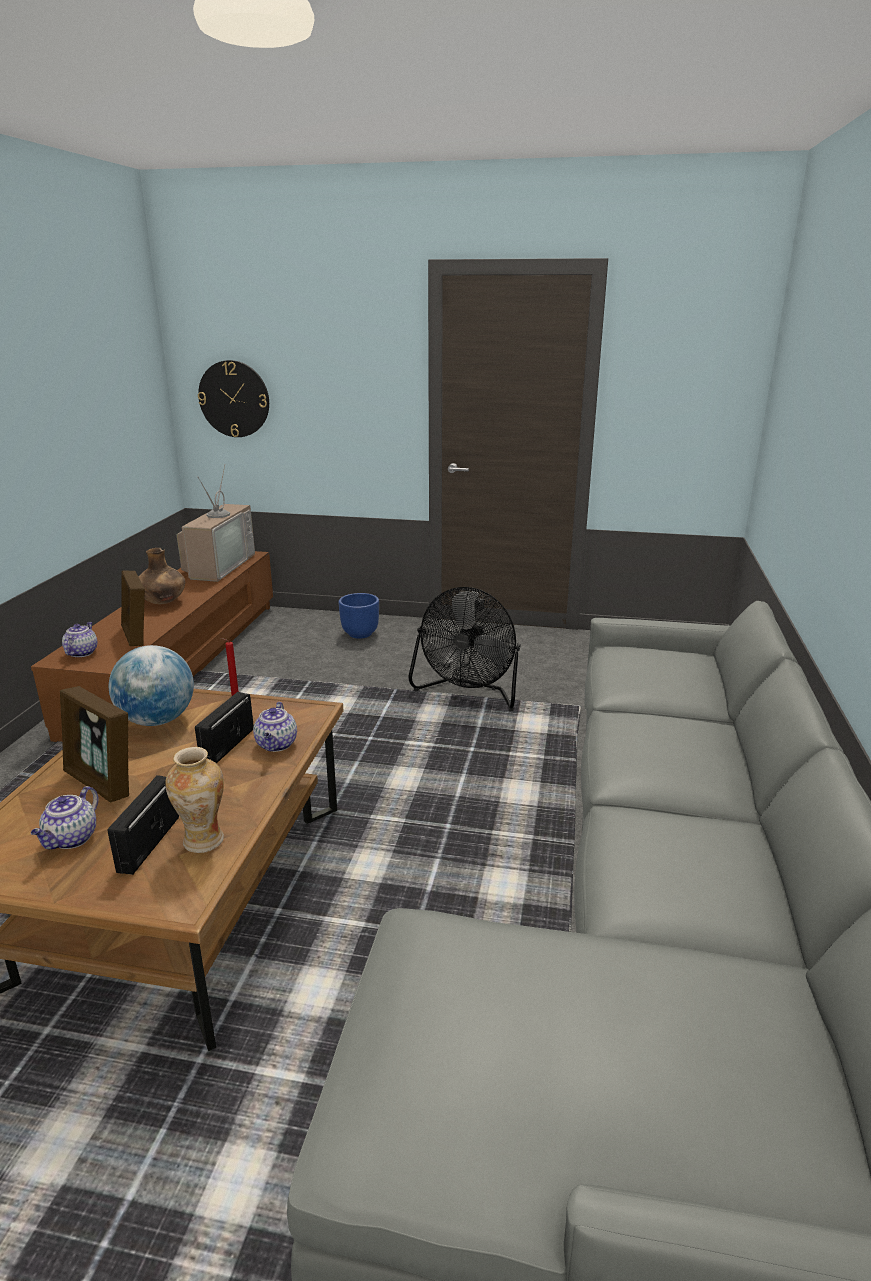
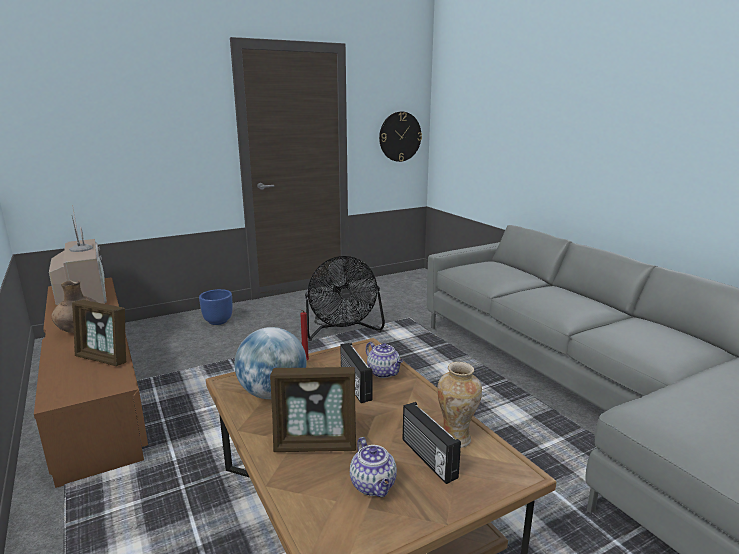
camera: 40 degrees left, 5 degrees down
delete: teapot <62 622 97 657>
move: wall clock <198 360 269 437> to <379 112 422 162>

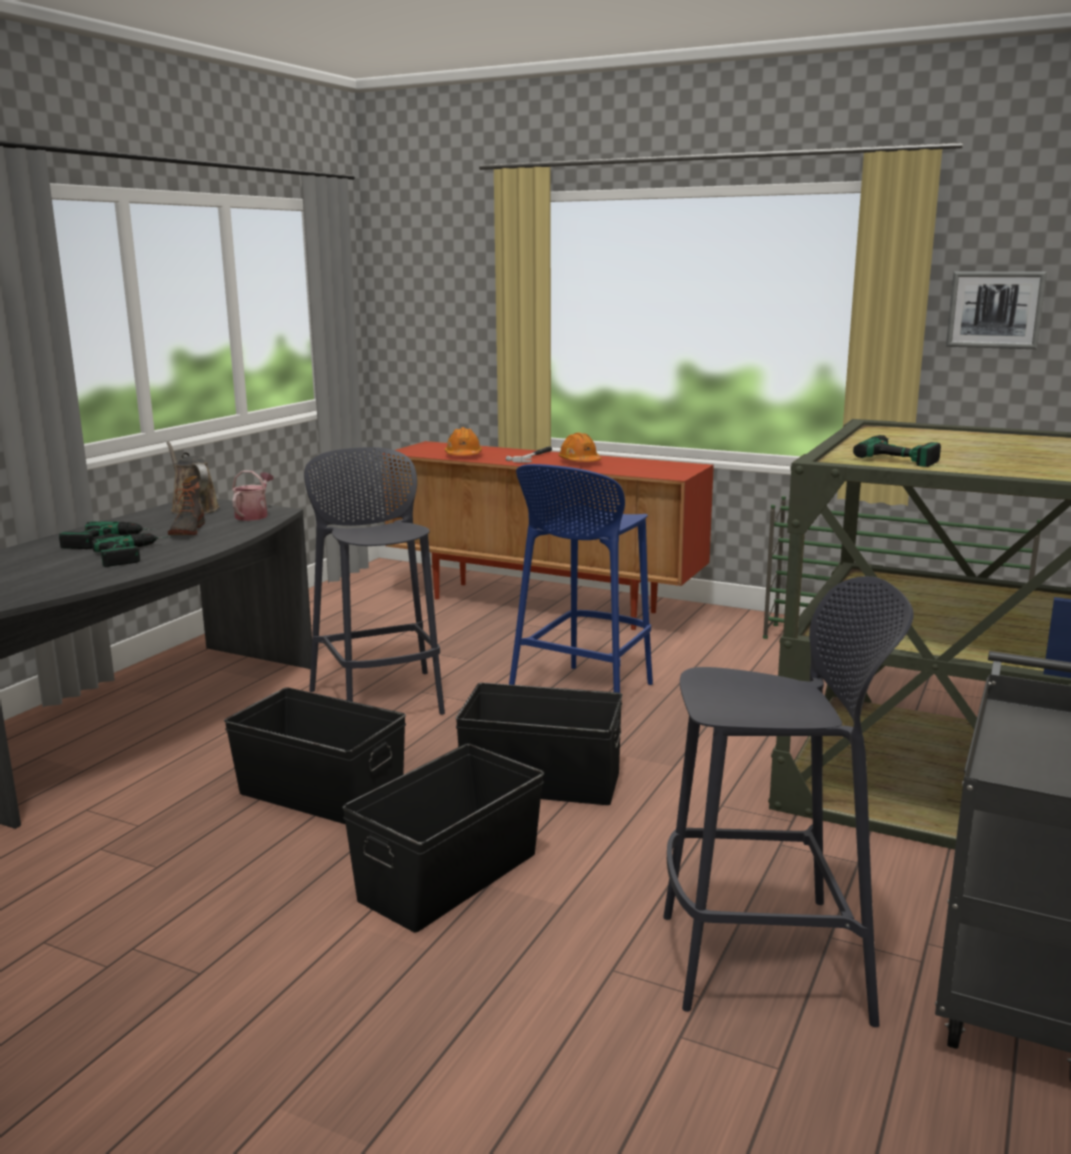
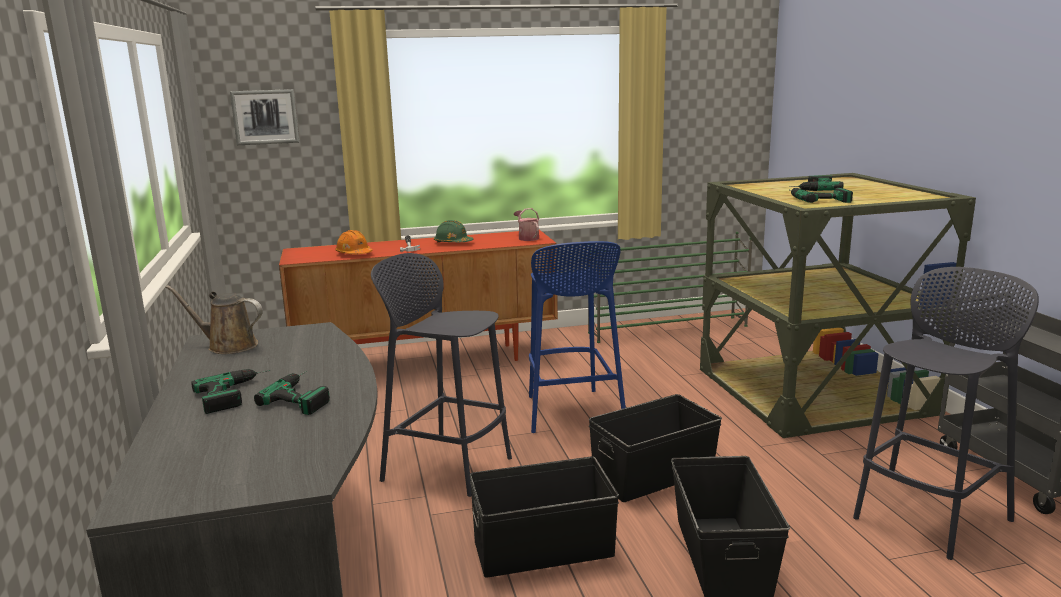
camera: 40 degrees left, 0 degrees up
delete: boot <168 476 205 535>
insert: power drill <789 175 844 191>
move: picture <946 272 1047 349> to <230 89 299 145>; watering can <232 470 274 521> to <514 208 539 241>
recolor: orange hard hat <558 433 601 462> to green hard hat <434 220 473 243>

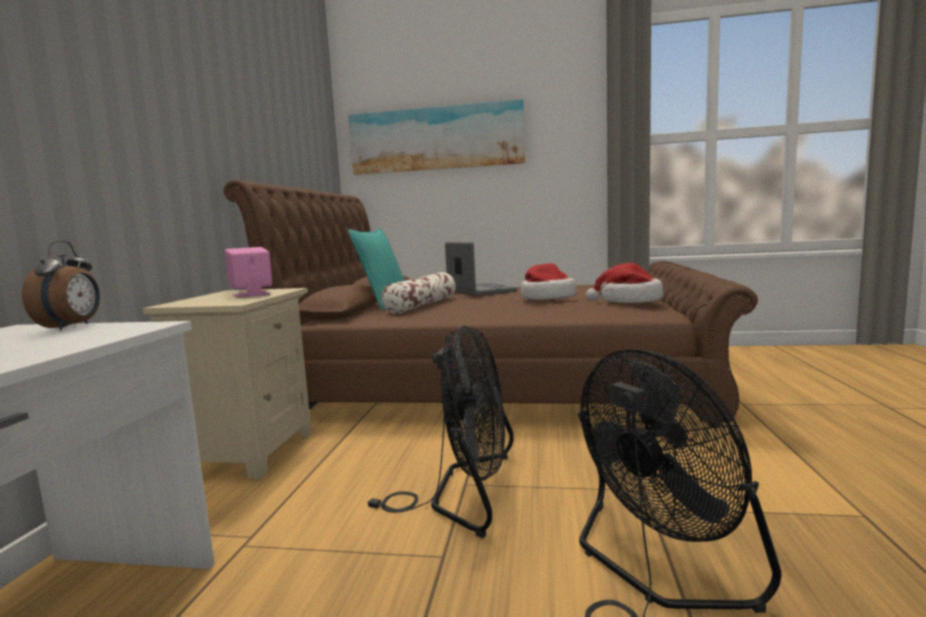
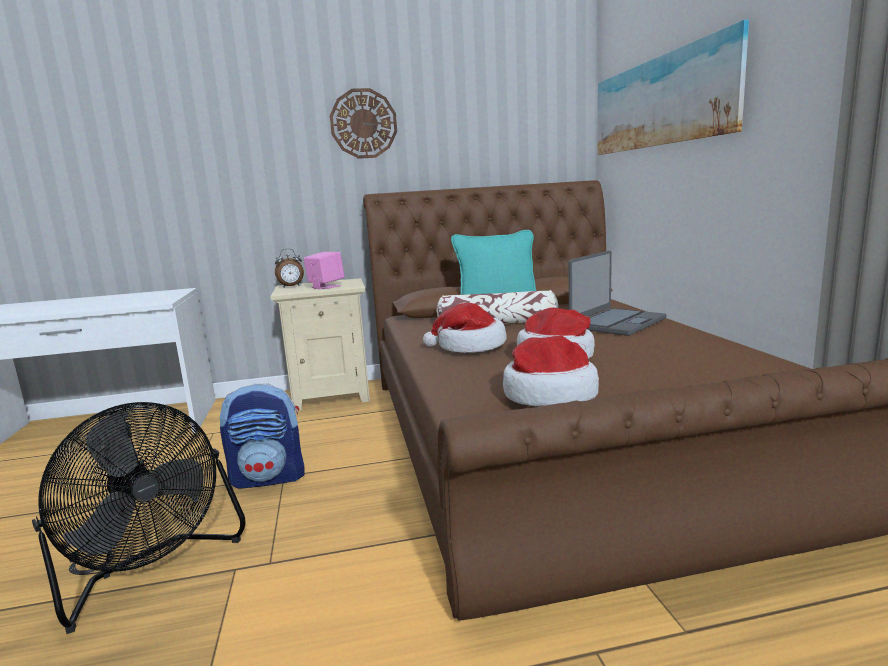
camera: 70 degrees right, 5 degrees up
insert: wall clock <330 88 397 159>; hat <423 303 507 353>
move: alarm clock <22 240 100 330> to <275 249 304 288>
replace: black fan <368 326 514 539> to backpack <220 383 305 489>

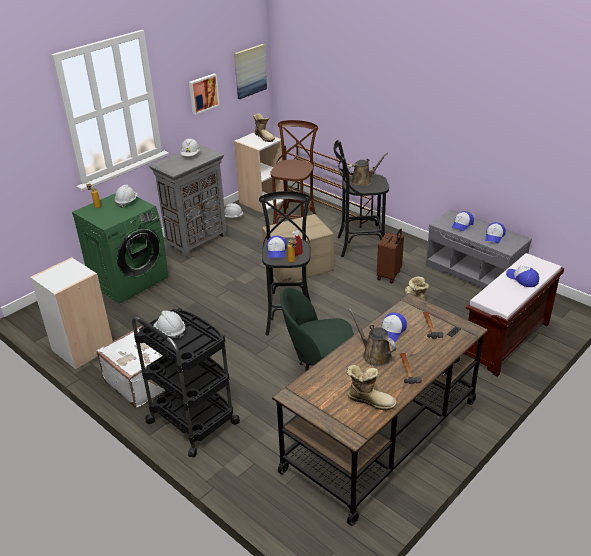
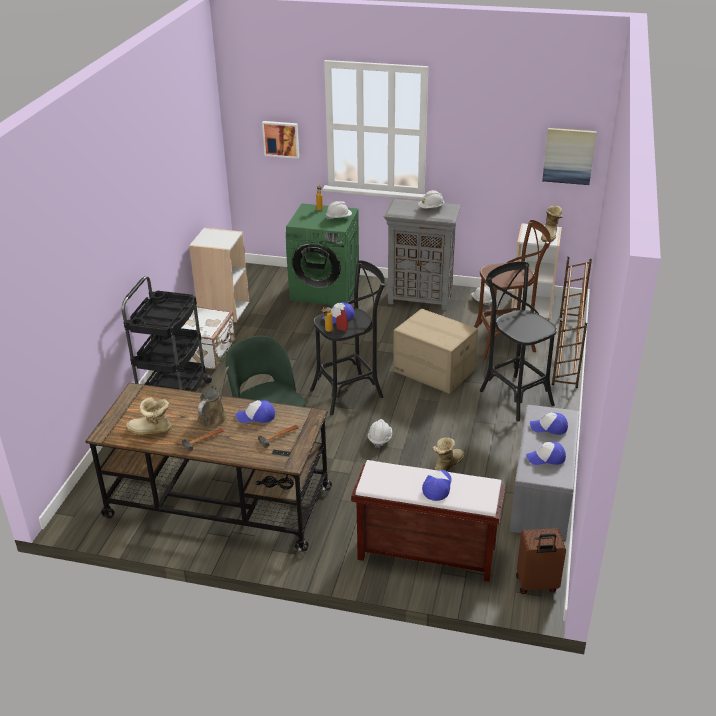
camera: 60 degrees right, 0 degrees up
delete: brown watering can <348 153 388 186>
move: picture <189 74 220 115> to <262 121 299 159>; white hard hat <153 311 185 339> to <368 419 392 448>; brown suitcase <377 229 404 283> to <516 528 566 594>
rotate: boot <347 365 397 410> = <126 397 172 435> 105 degrees clockwise

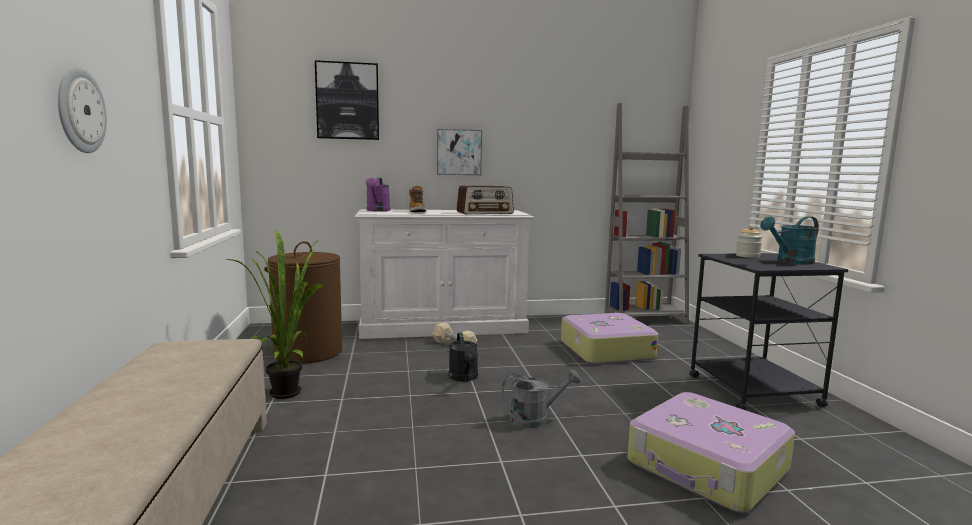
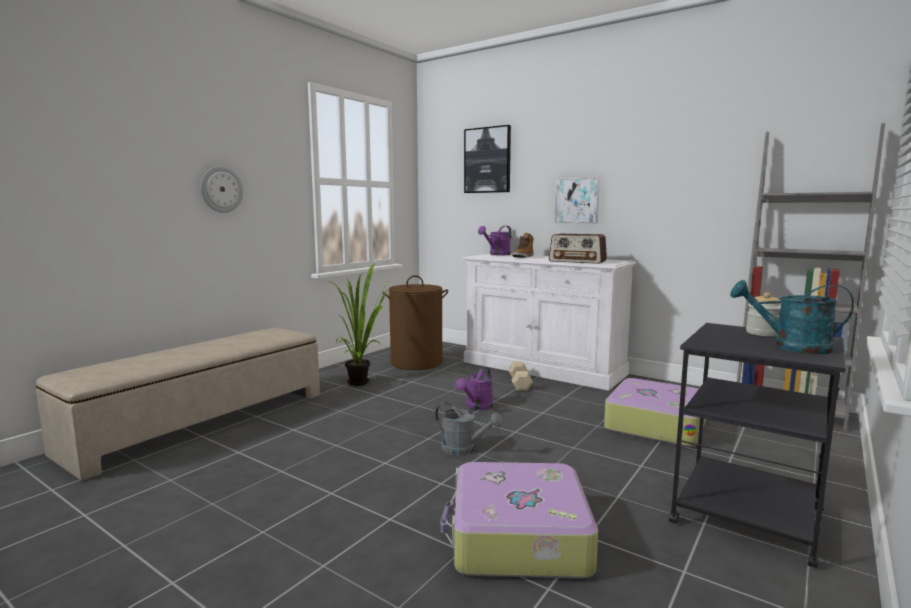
camera: 45 degrees right, 0 degrees up
recolor: black watering can <449 332 478 382> to purple watering can <455 366 493 410>

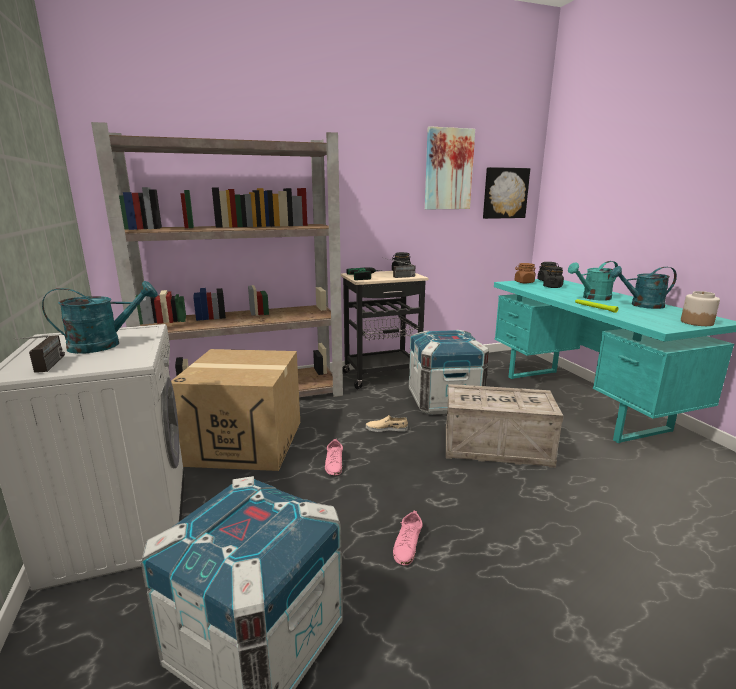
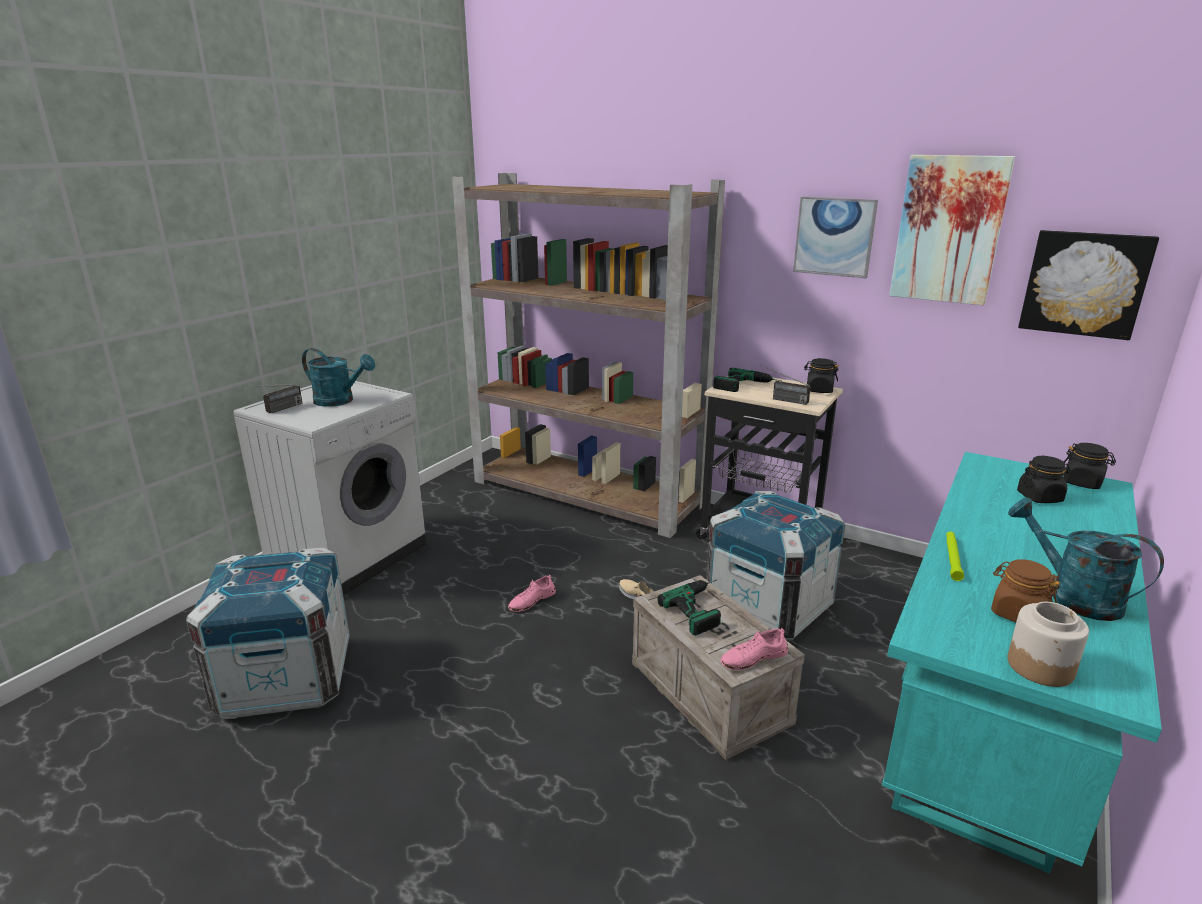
camera: 50 degrees right, 5 degrees up
delete: cardboard box <171 349 300 471>; turquoise watering can <568 261 618 301>
insert: power drill <658 580 721 636>; picture <793 197 878 278>
move: pink shoe <393 510 423 565> to <721 628 788 670>; brown jar <515 263 536 283> to <991 559 1060 622>

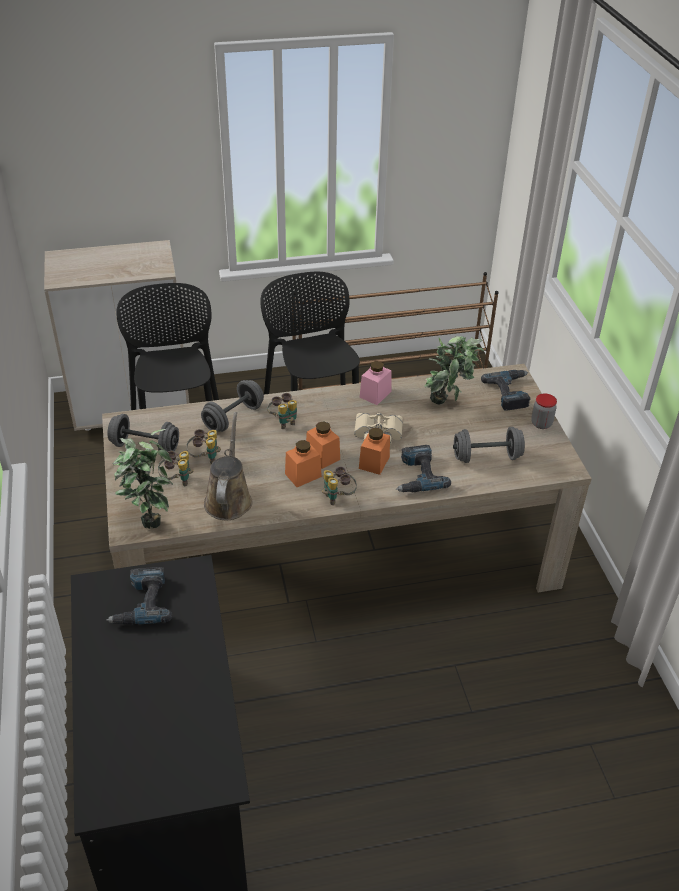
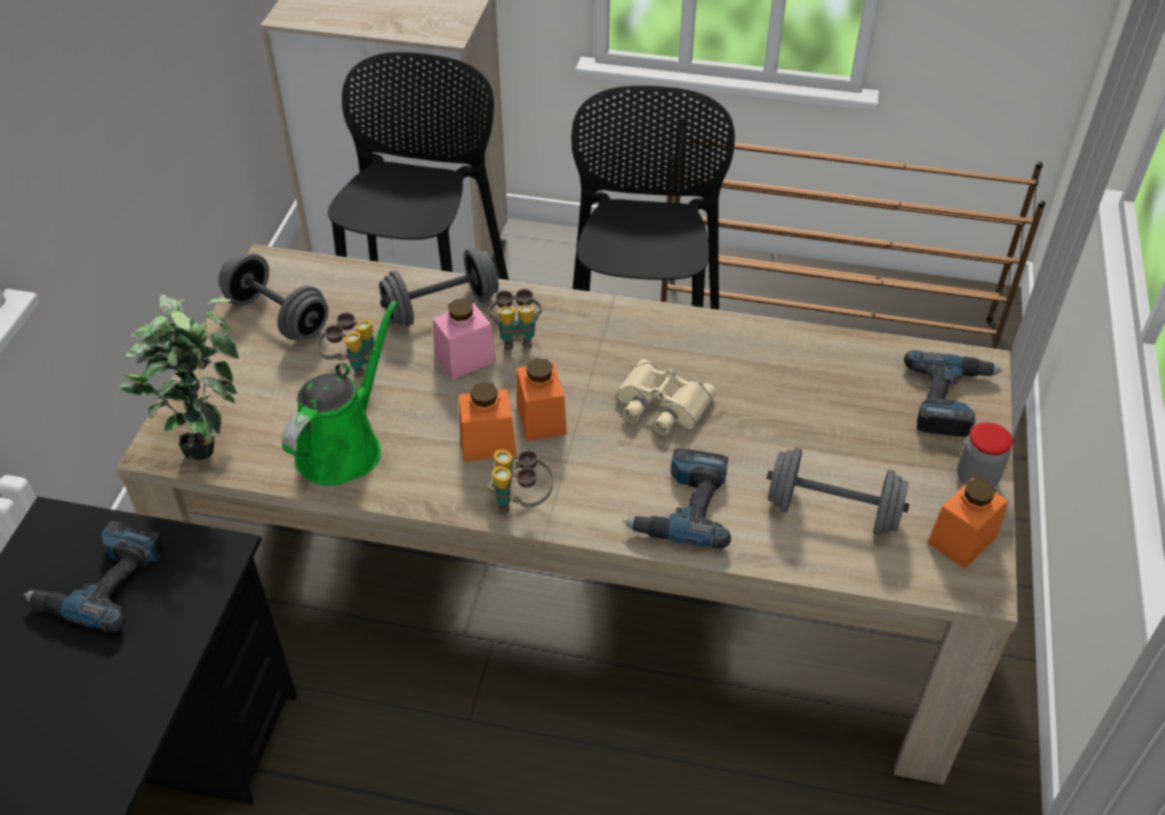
camera: 25 degrees right, 5 degrees up
delete: binoculars <158 451 193 486>; potted plant <424 336 484 405>
move: pink jar <360 361 392 405> to <433 299 496 380>; orange jar <359 428 390 475> to <927 478 1008 569>
recolor: brown watering can <204 412 253 520> to green watering can <282 301 397 486>

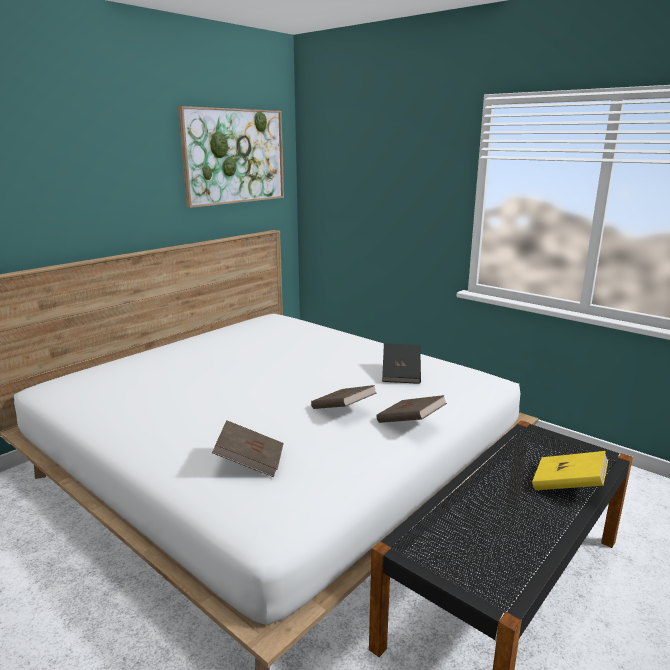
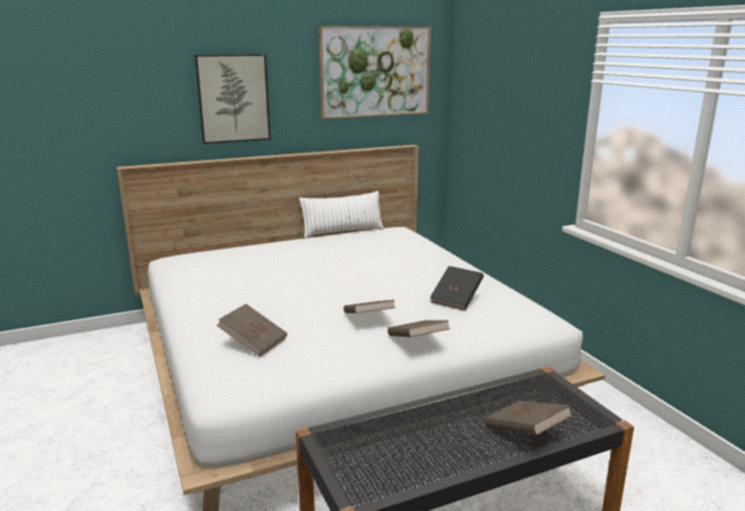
camera: 25 degrees right, 0 degrees up
insert: picture <195 54 270 144>; white pillow <299 191 384 238>
recolor: yellow book <532 451 608 490> to brown book <485 401 573 435>

